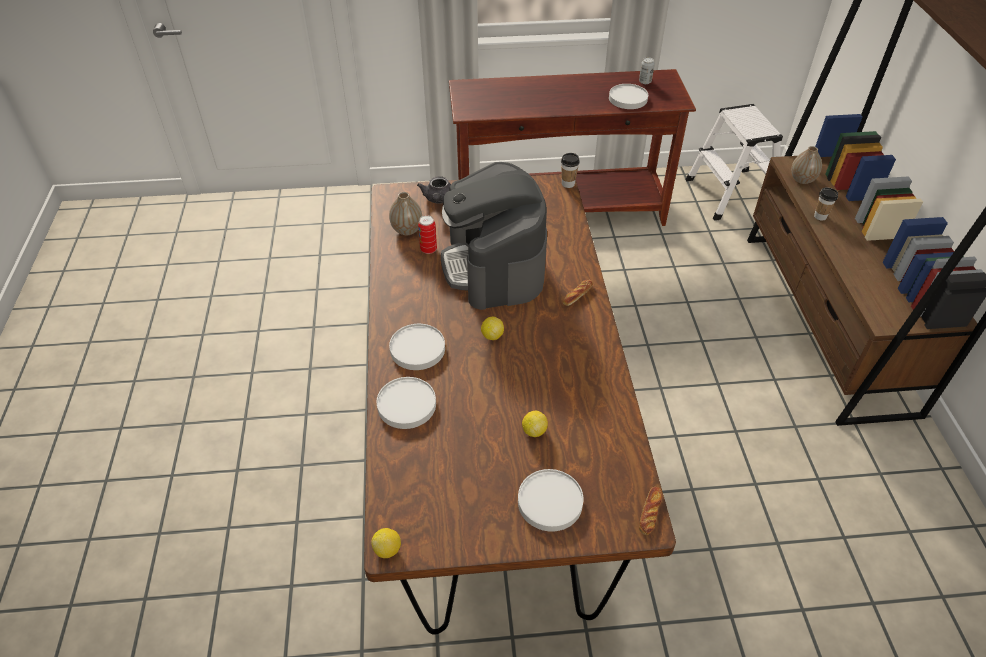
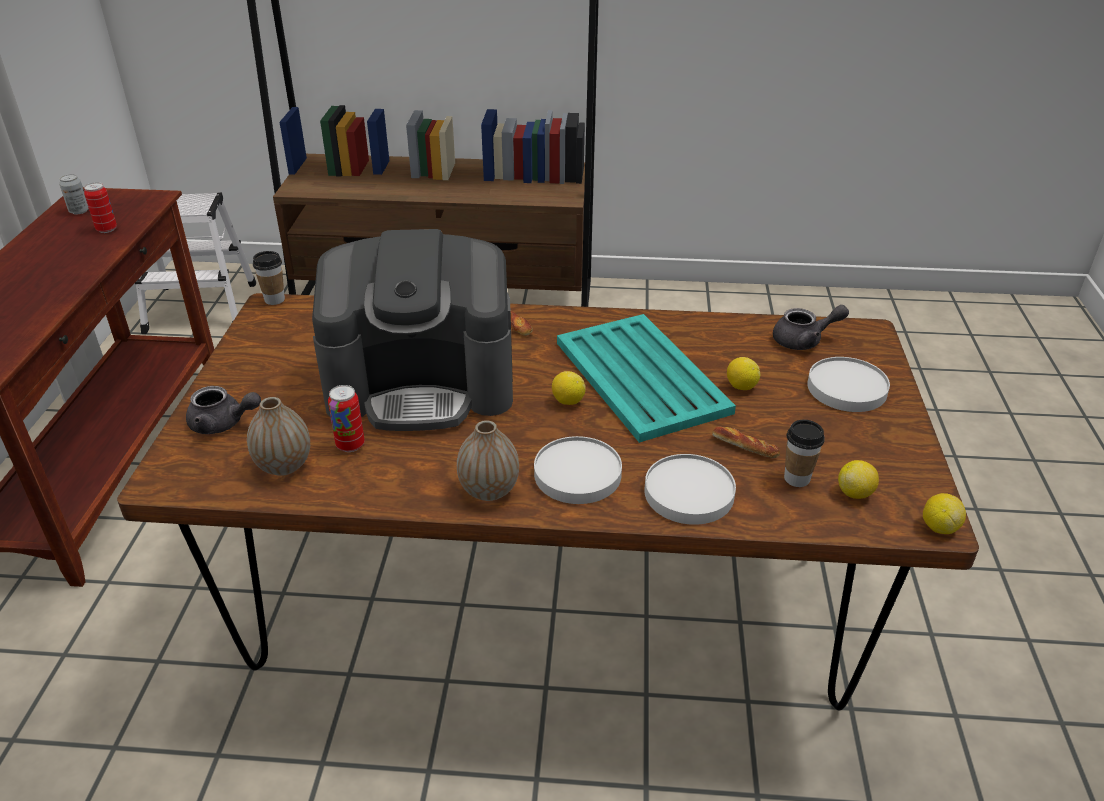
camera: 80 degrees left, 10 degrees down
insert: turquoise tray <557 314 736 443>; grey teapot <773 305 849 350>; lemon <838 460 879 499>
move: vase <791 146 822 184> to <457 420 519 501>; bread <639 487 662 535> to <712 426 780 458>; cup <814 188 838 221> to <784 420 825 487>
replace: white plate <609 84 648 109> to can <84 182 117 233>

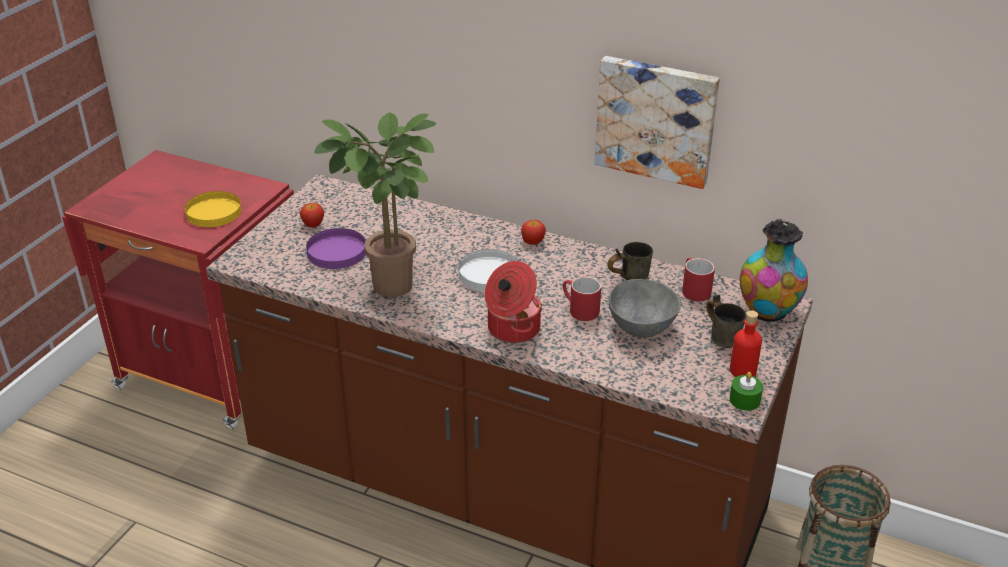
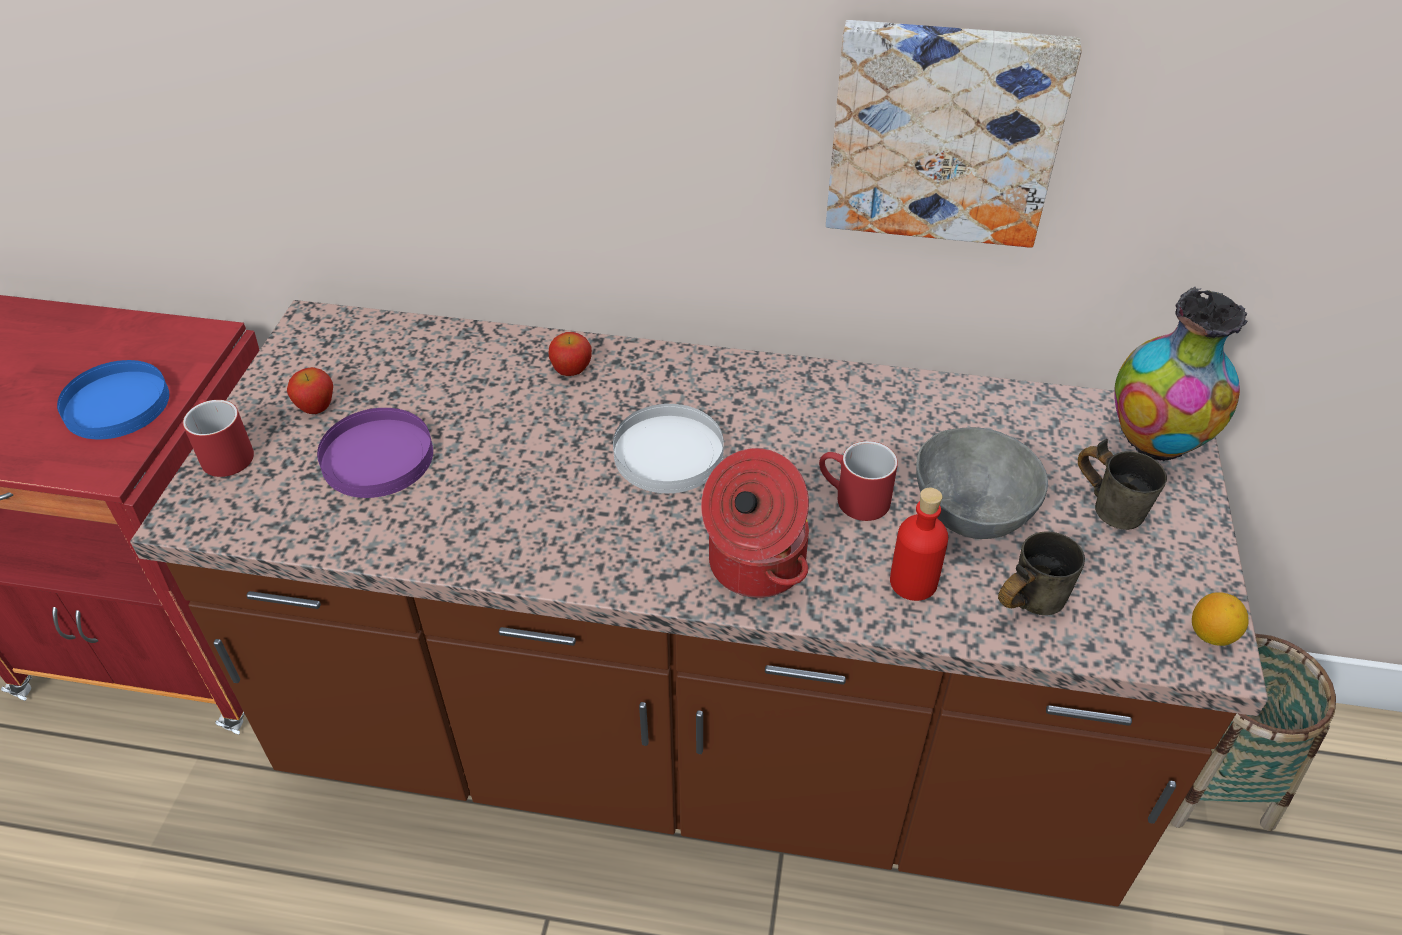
camera: 15 degrees left, 10 degrees up
delete: potted plant <314 112 436 297>
move: red mug <682 258 715 301> to <183 399 254 477>; apple <521 220 546 245> to <549 332 592 376>; red bottle <730 310 762 377> to <890 488 948 601>; grey mug <607 242 653 280> to <998 532 1085 615>
replace: green candle <729 372 763 411> to lemon <1192 592 1248 646>
recolor: yellow plate <185 191 242 227> to blue plate <57 360 169 439>

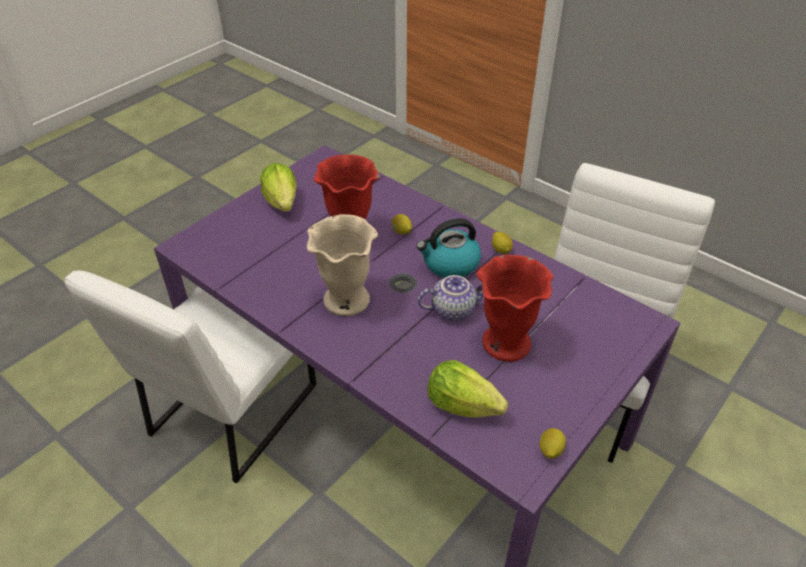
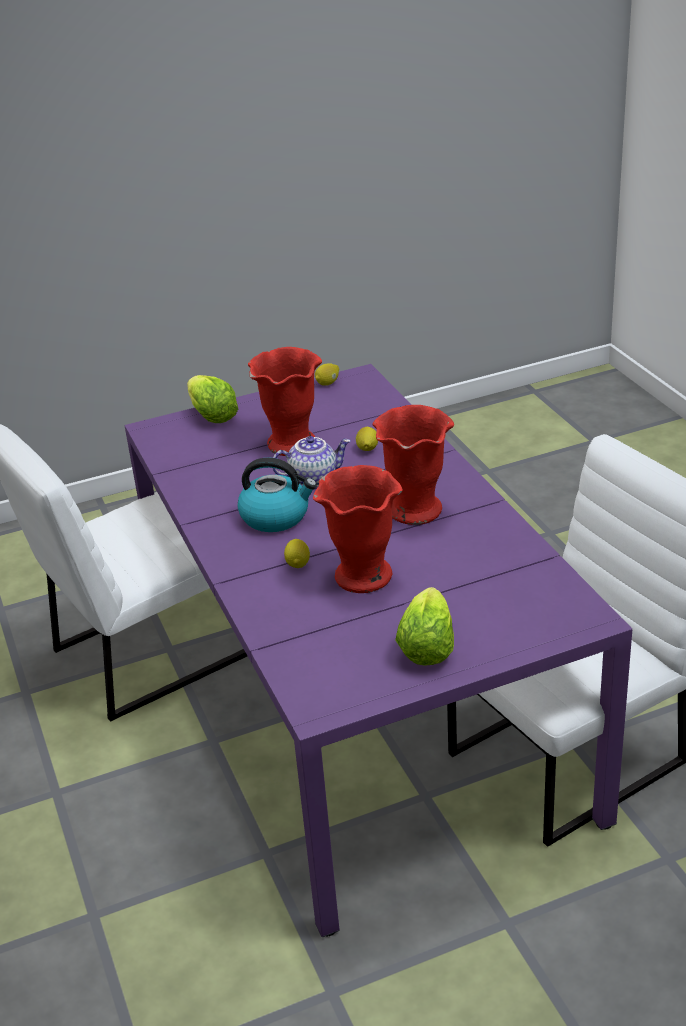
camera: 150 degrees left, 10 degrees down
move: lettuce <427 360 508 418> to <187 375 238 423>; lemon <492 232 513 254> to <356 427 378 451>
recolor: beige vase <307 214 378 316> to red vase <372 405 454 525>
rotate: teapot <418 275 483 321> = <272 436 351 487> 150 degrees clockwise

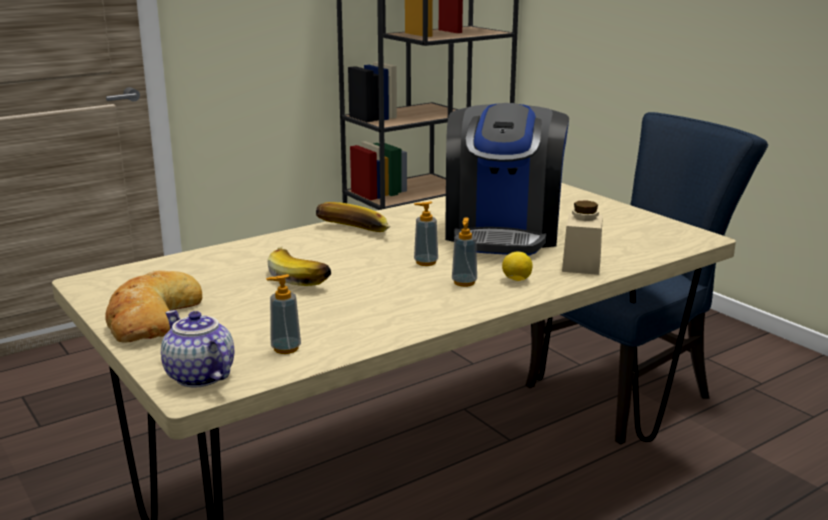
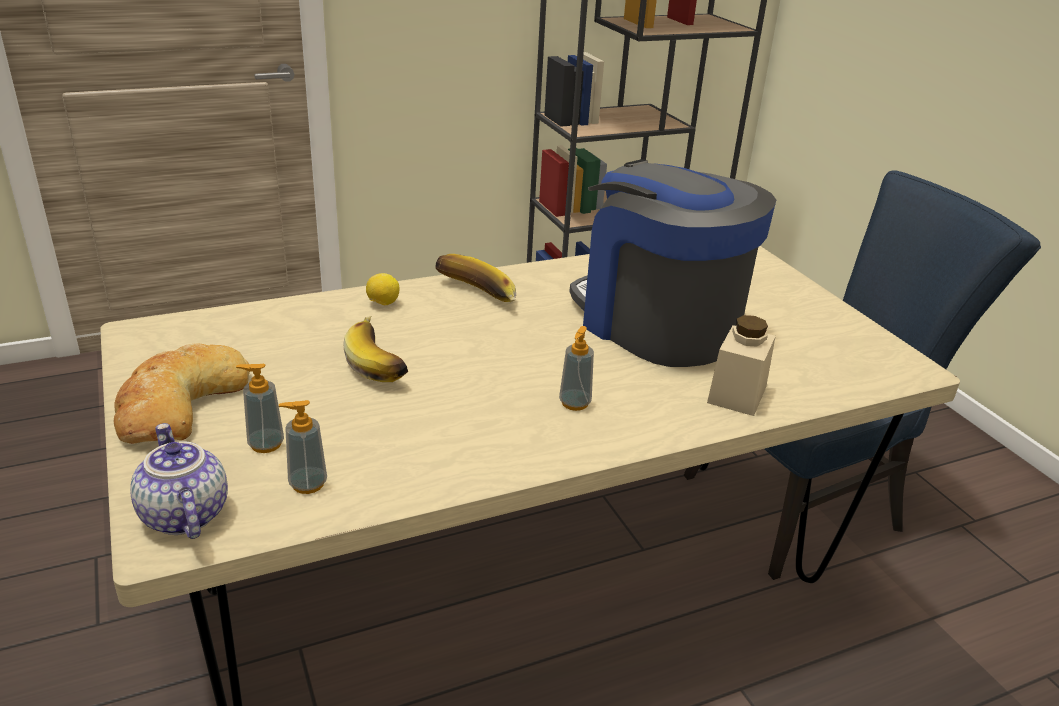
camera: 10 degrees right, 10 degrees up
move: soap dispenser <414 201 438 266> to <236 364 284 453>; lemon <502 251 533 281> to <366 273 399 305>
rotate: coffee machine <445 103 569 256> = <569 159 776 367> 120 degrees clockwise

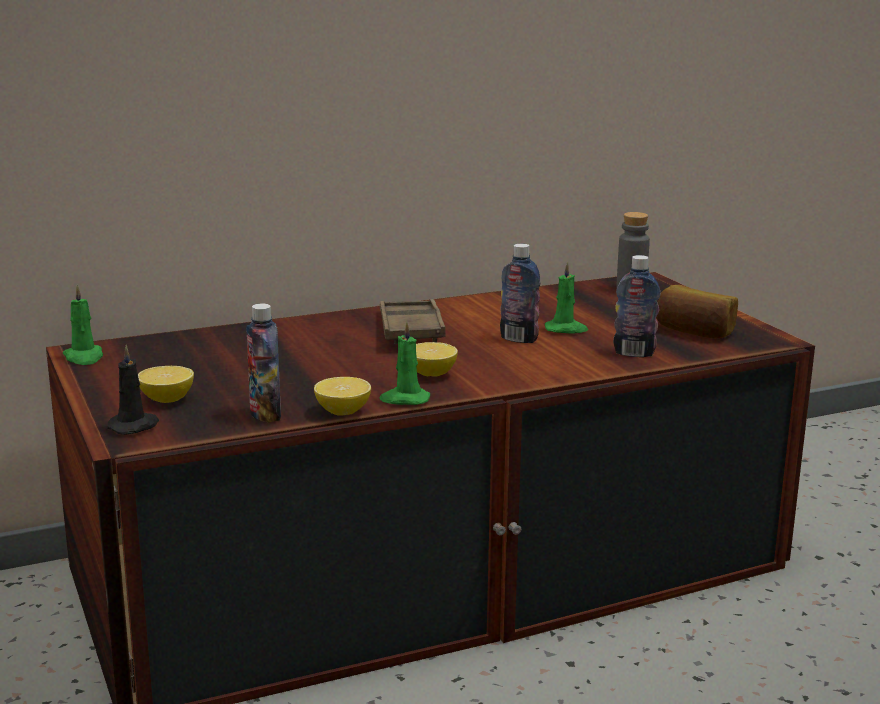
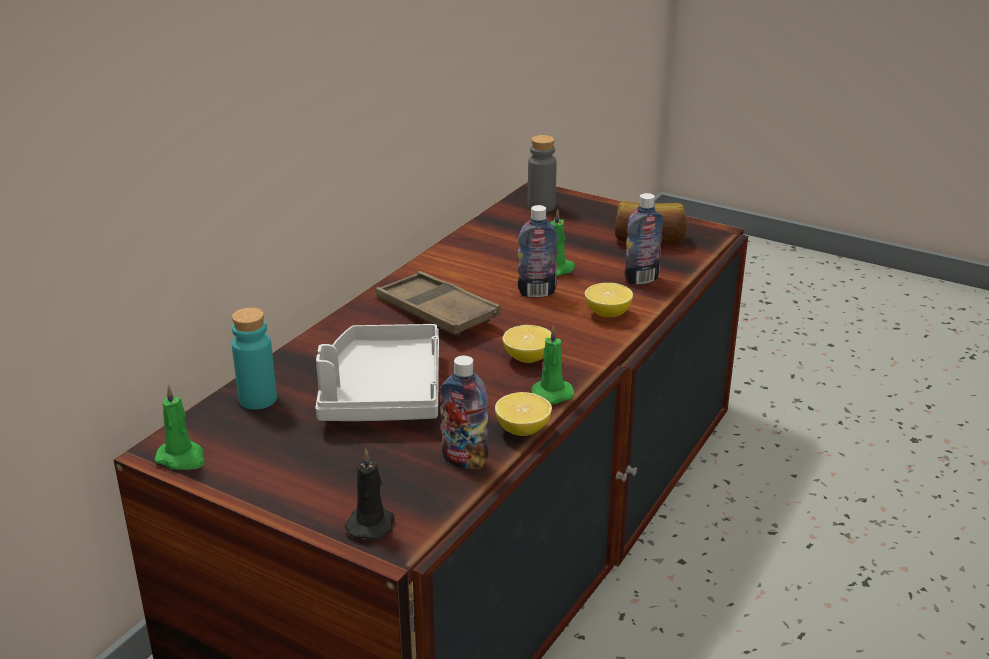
camera: 35 degrees left, 10 degrees up
insert: turquoise bottle <232 308 277 410>; grey tray <315 324 439 421>
move: lemon <138 366 194 403> to <585 283 633 317>

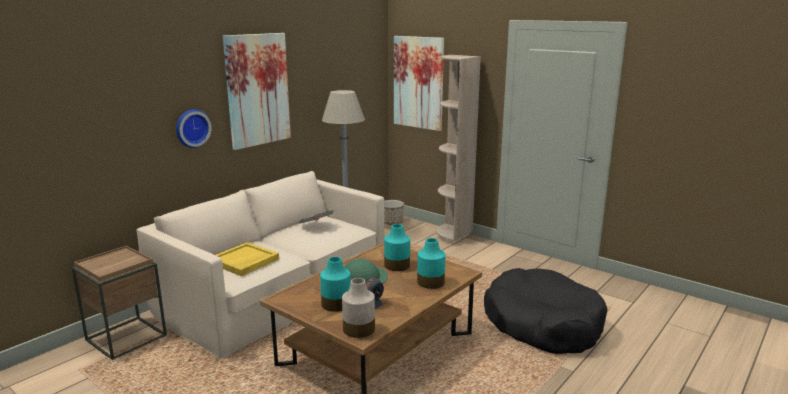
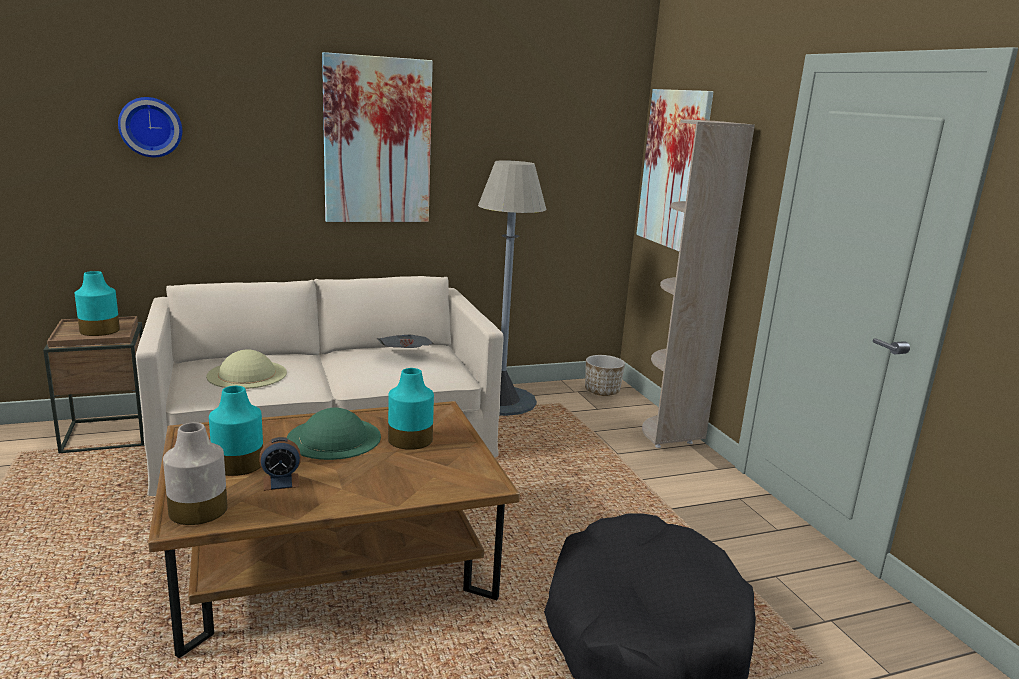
camera: 30 degrees right, 0 degrees up
move: turquoise vase <417 238 445 289> to <75 271 120 336>; wall clock <176 109 212 148> to <118 97 182 157>
replace: yellow tray <216 242 279 277> to beige hat <206 350 287 389>

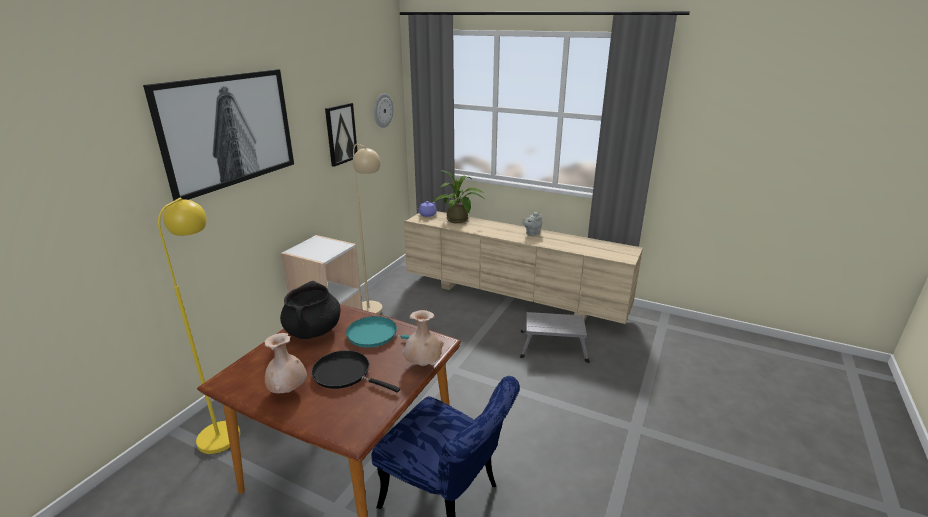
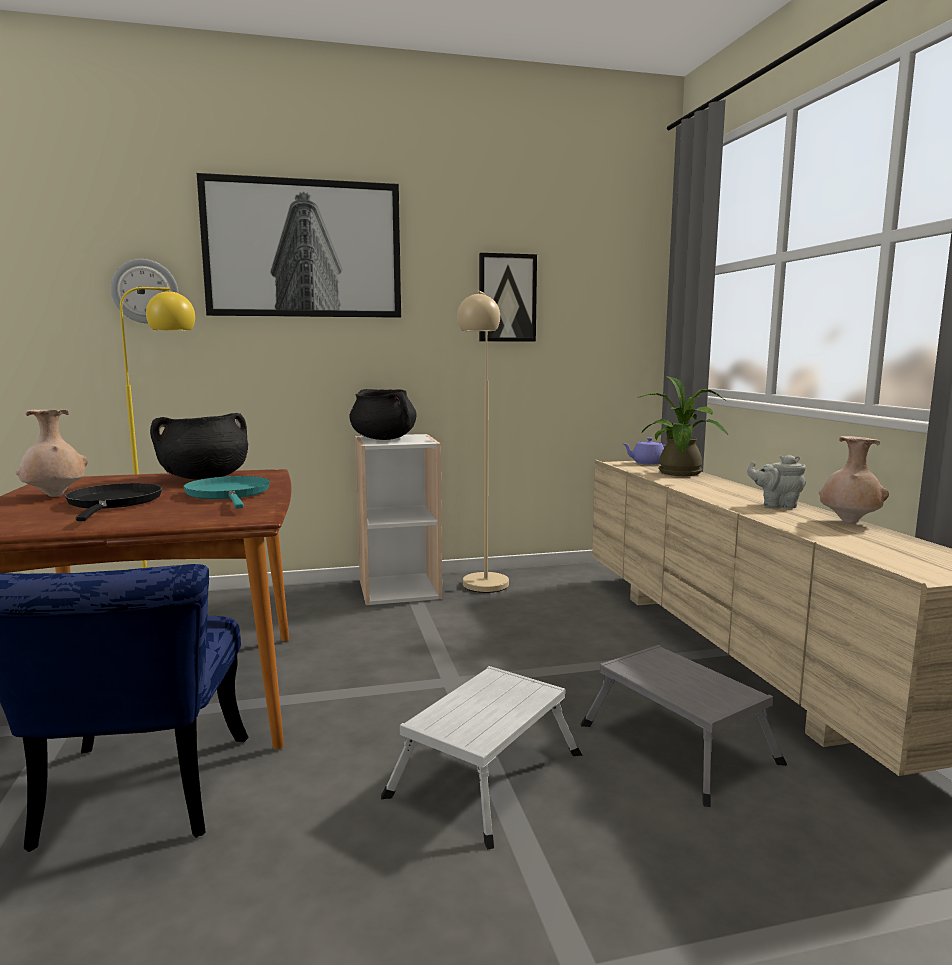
camera: 50 degrees right, 15 degrees down
insert: black cooking pot <349 389 417 440>; white step ladder <381 666 582 850>
move: wall clock <374 93 394 128> to <111 259 178 323>; beige vase <402 310 444 366> to <819 436 889 524>

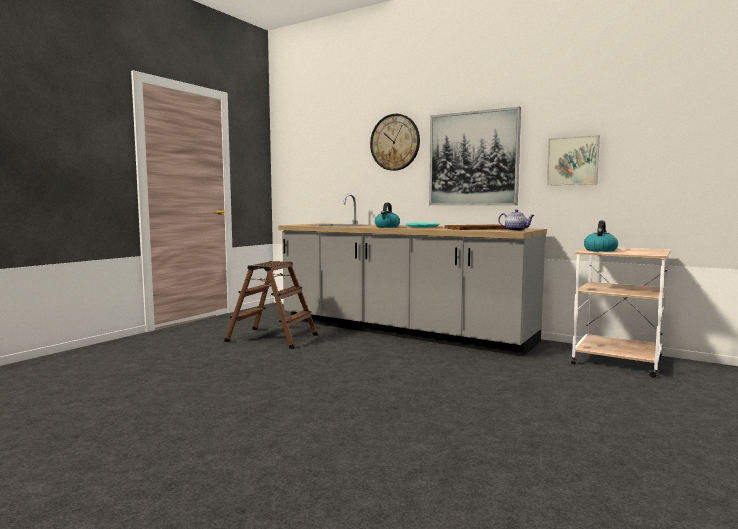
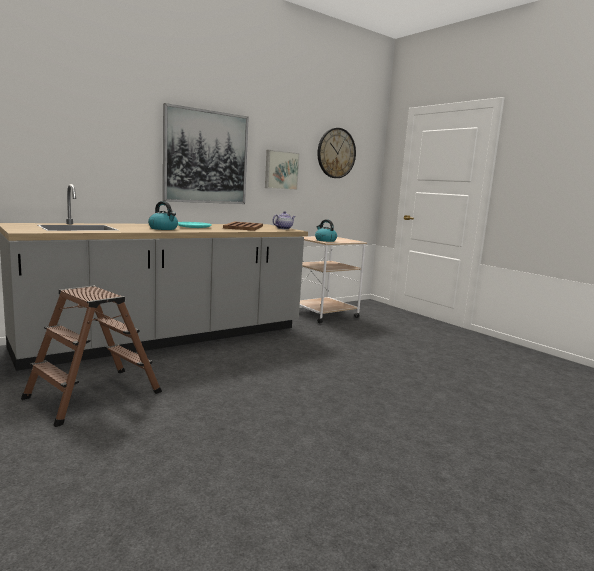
camera: 70 degrees left, 5 degrees up
move: wall clock <370 114 420 171> to <318 128 356 178>

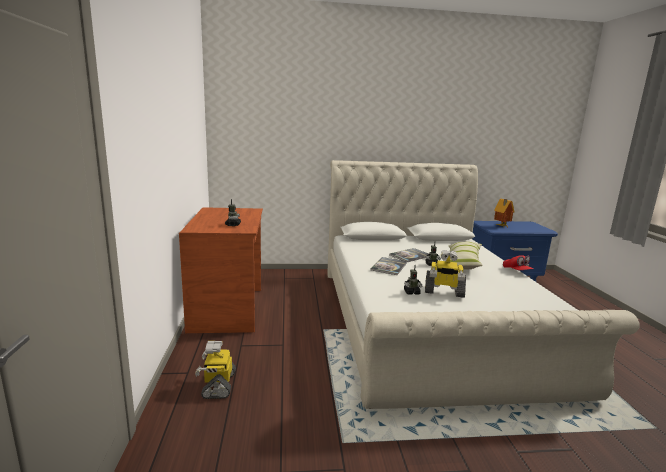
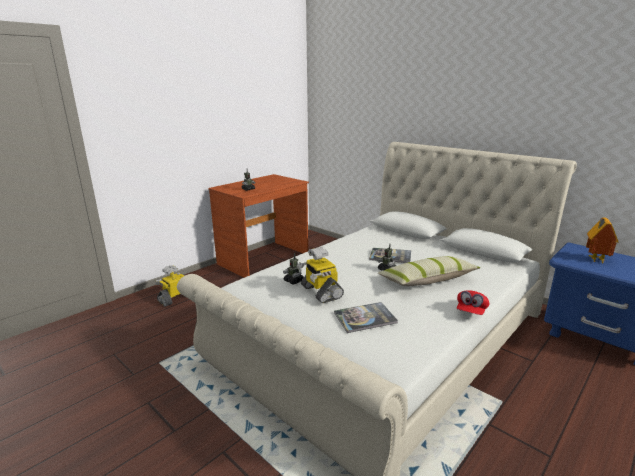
camera: 50 degrees right, 5 degrees up
move: book <370 257 407 275> to <334 302 398 333>

